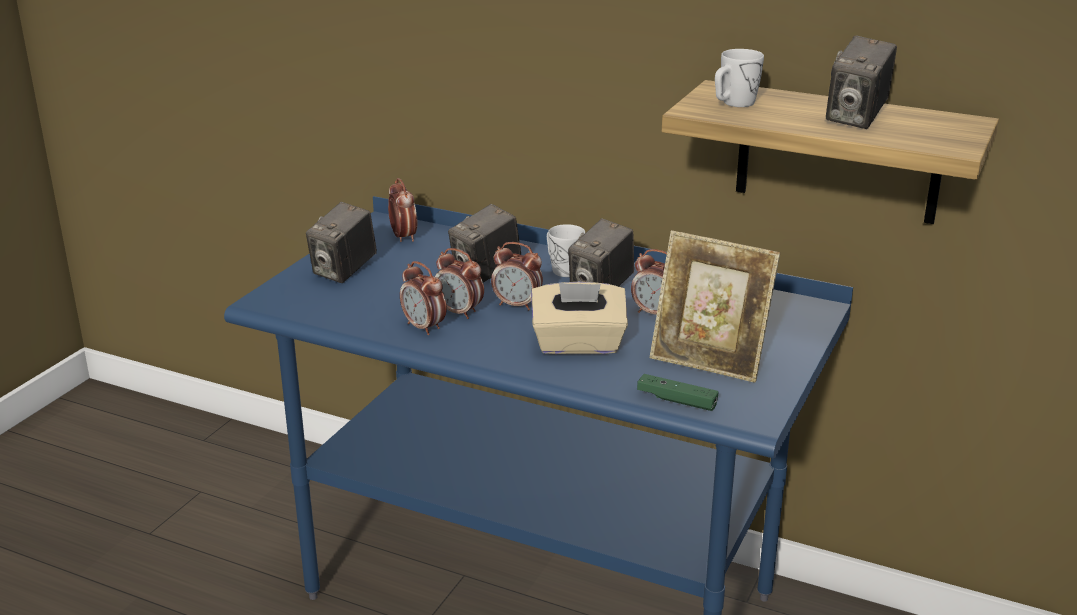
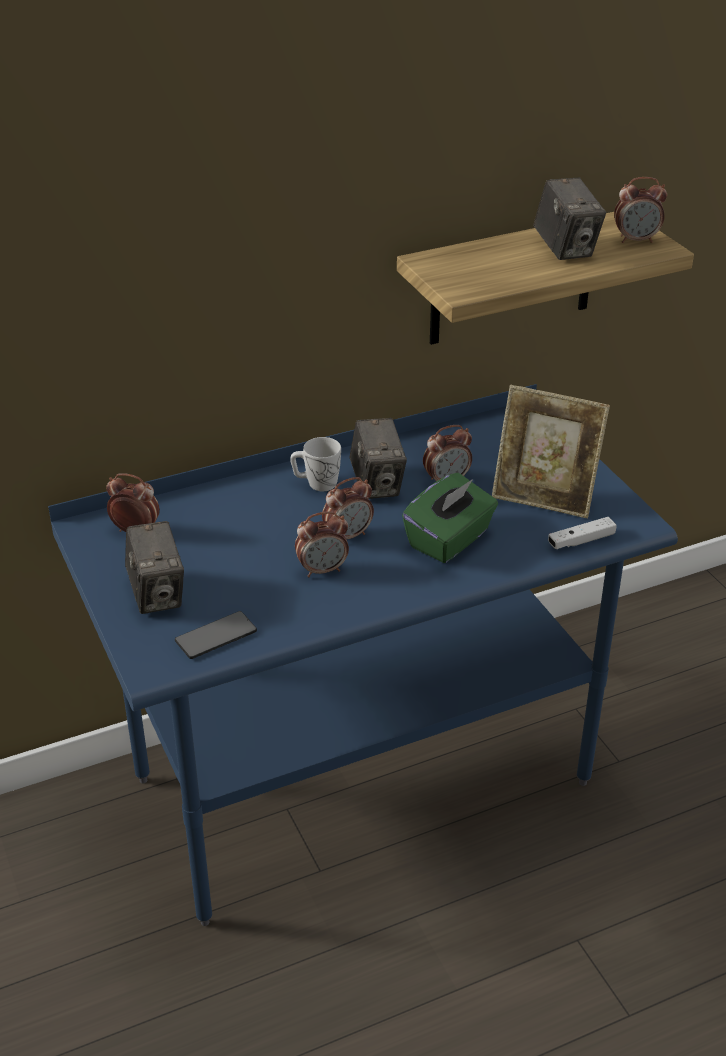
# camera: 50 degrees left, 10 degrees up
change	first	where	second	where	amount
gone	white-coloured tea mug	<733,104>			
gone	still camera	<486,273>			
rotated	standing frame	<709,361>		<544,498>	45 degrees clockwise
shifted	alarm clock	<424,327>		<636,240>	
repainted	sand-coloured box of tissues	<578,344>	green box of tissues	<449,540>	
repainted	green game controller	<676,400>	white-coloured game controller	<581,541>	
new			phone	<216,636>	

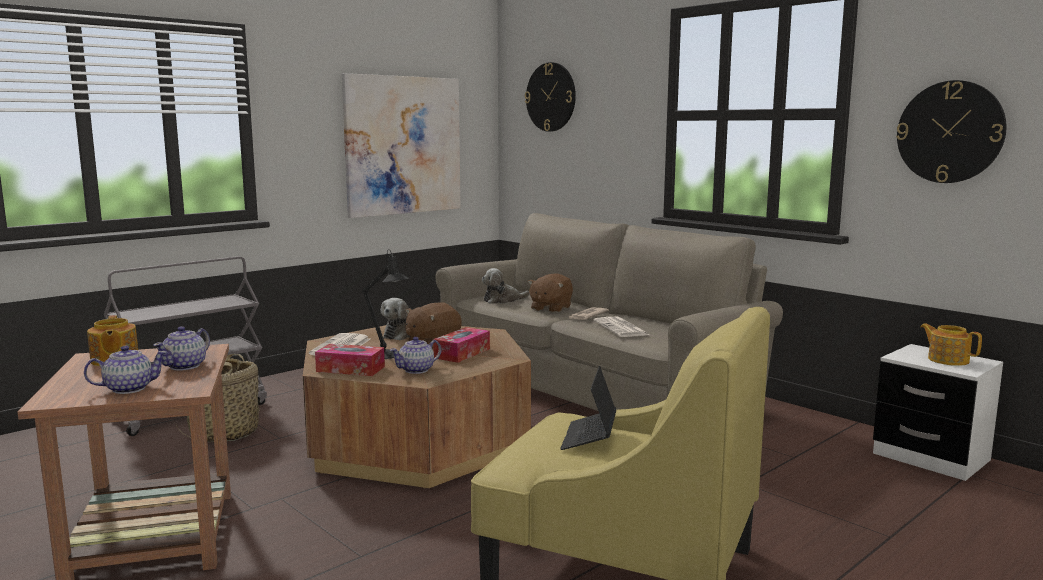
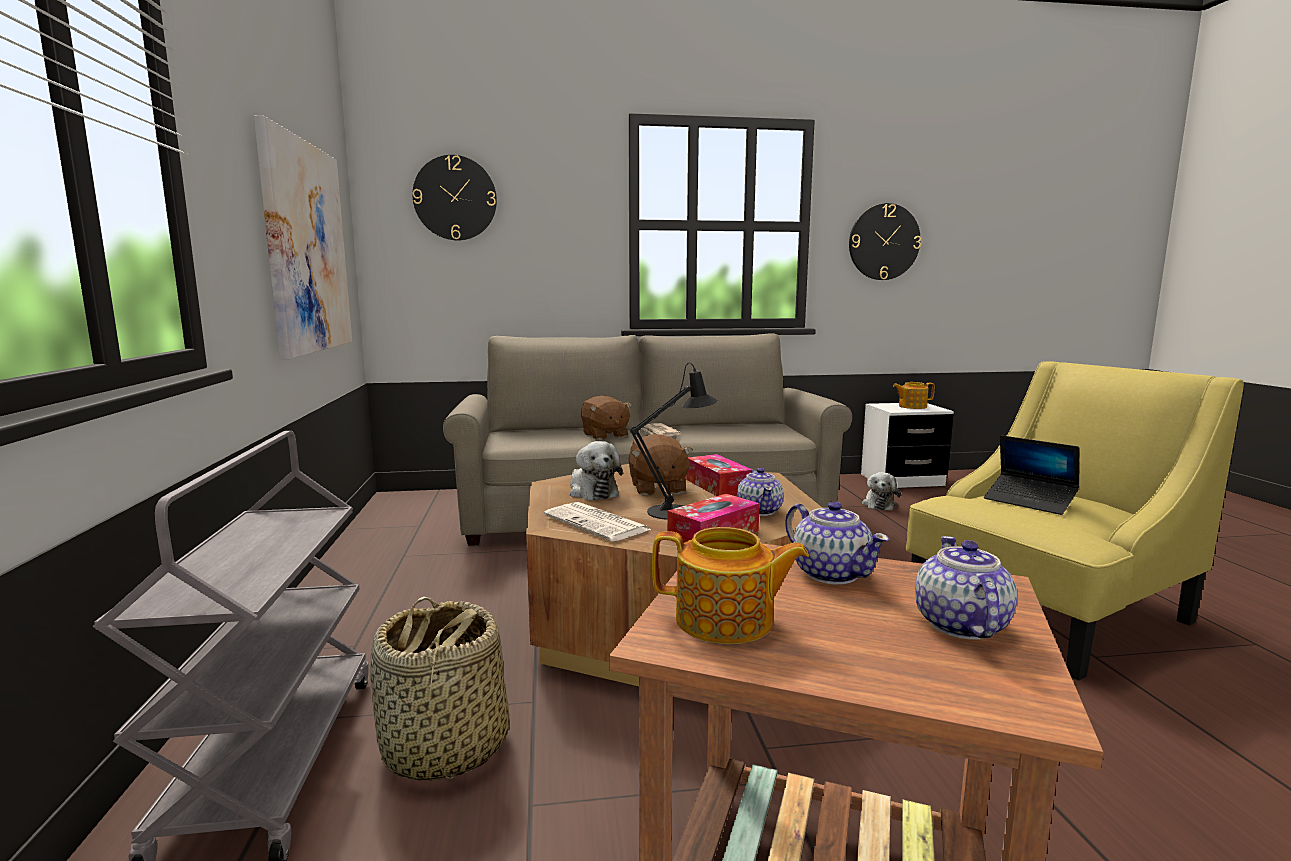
# camera: 55 degrees left, 0 degrees up
change	first	where	second	where	amount
shifted	soft toy	<502,300>		<879,504>	
gone	daily paper	<621,328>			

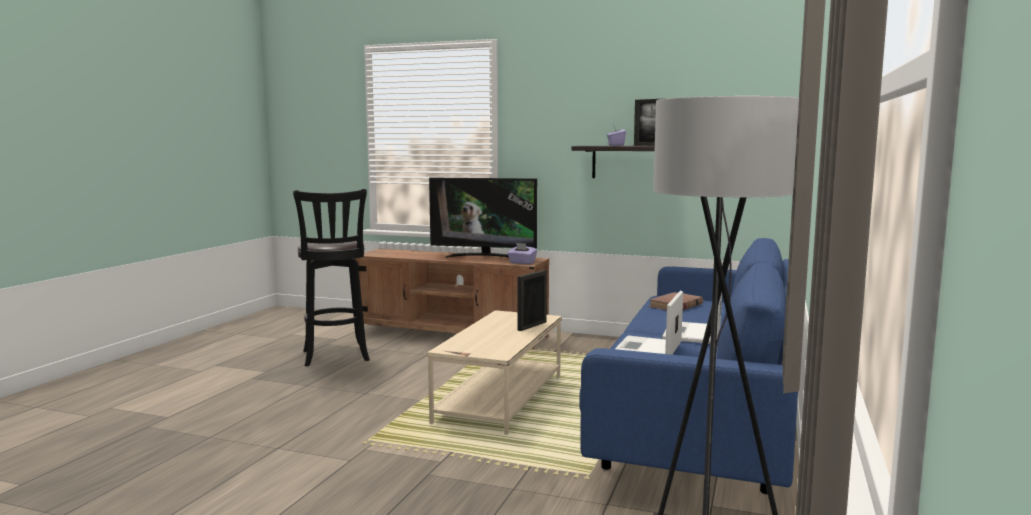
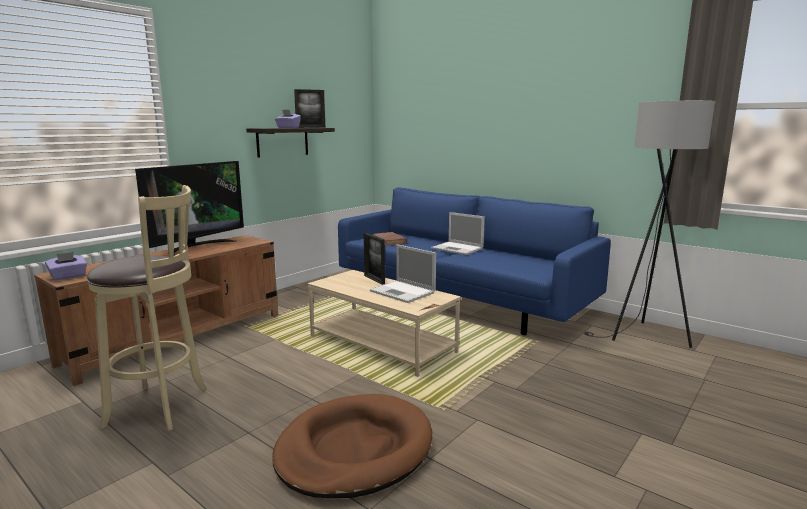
# camera: 70 degrees left, 5 degrees up
change	first	where	second	where	amount
repainted	blackish sitting stool	<336,357>	sand-coloured sitting stool	<162,407>	
shifted	purple-coloured box of tissues	<522,263>		<68,276>	
shifted	notebook computer	<647,350>		<403,292>	
new			brown-coloured dog bed	<354,449>	

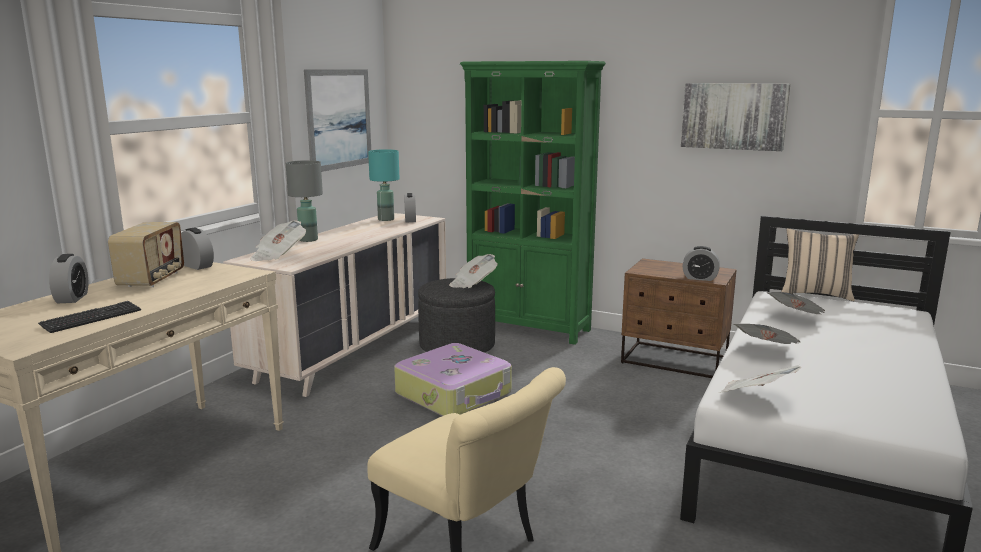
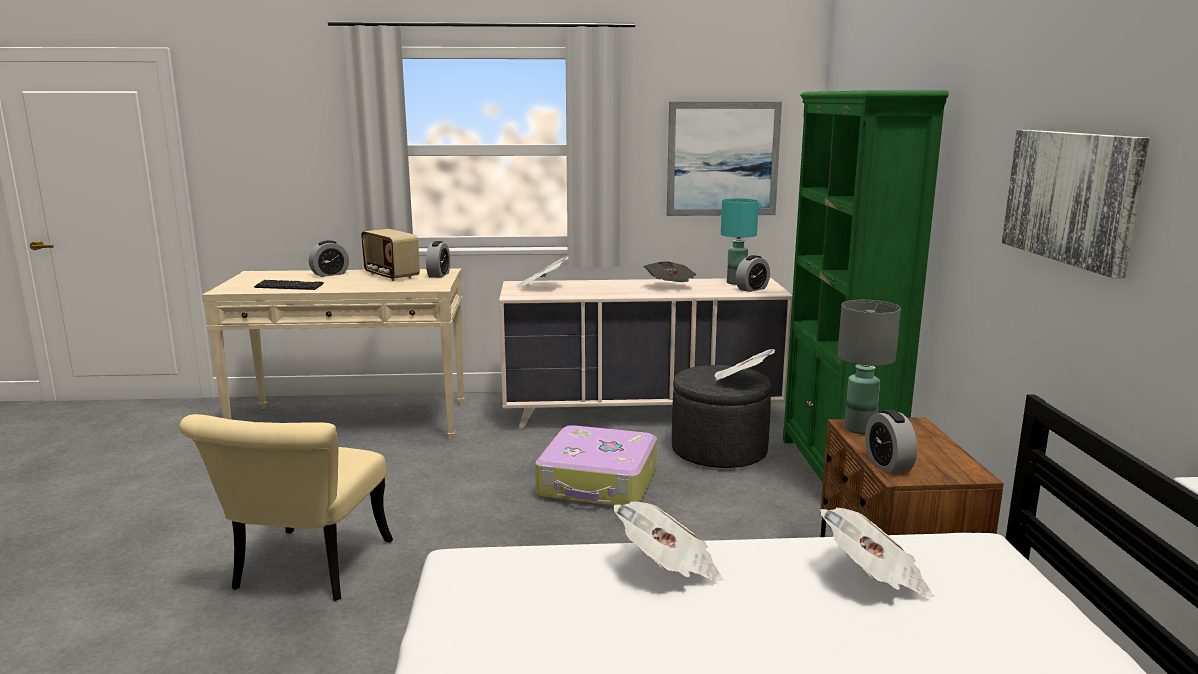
# camera: 60 degrees right, 0 degrees up
change	first	where	second	where	amount
shifted	grey lamp for a table	<308,240>		<860,429>	
rotated	radio set	<153,279>		<391,276>	75 degrees clockwise
gone	sand-coloured pillow	<815,294>			
shifted	daily paper	<755,398>		<670,287>	

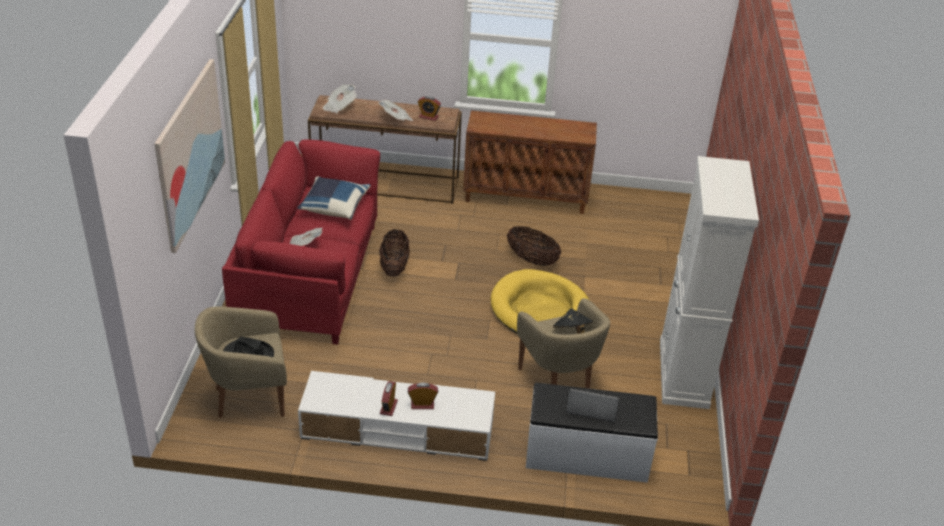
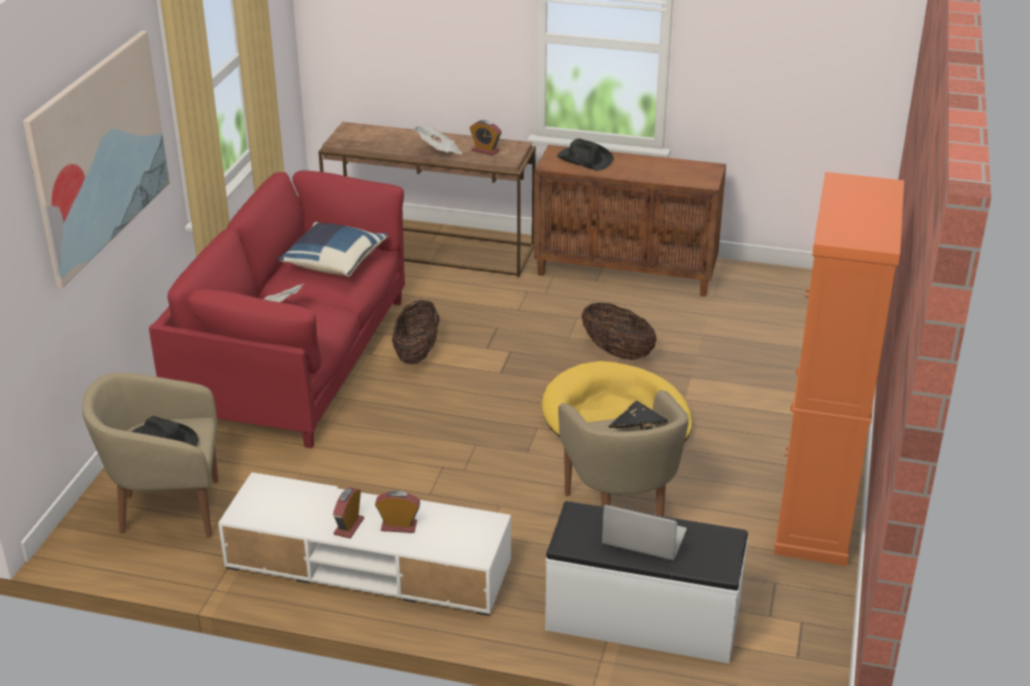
# camera: 10 degrees right, 5 degrees down
change	first	where	second	where	amount
gone	daily paper	<339,107>			
repainted	white-coloured storage cabinet	<683,374>	orange-coloured storage cabinet	<815,515>	
new			blackish wearable hat	<584,159>	

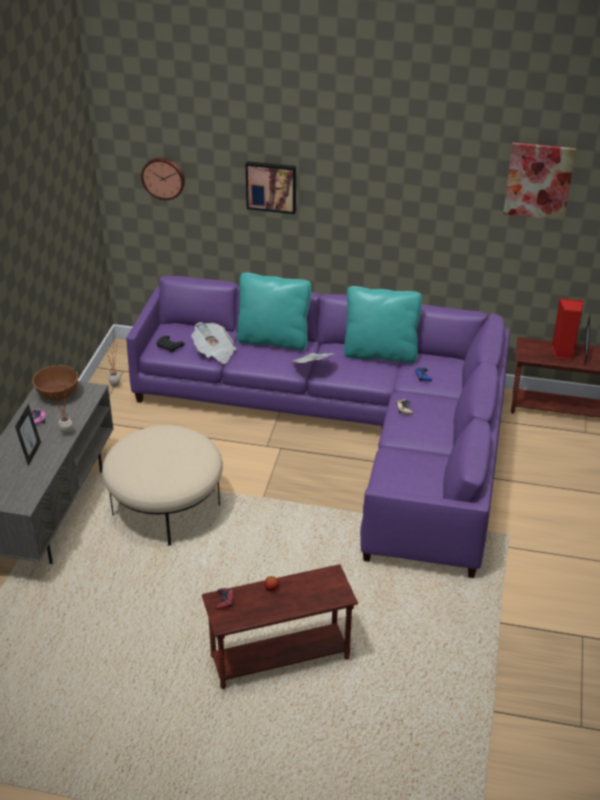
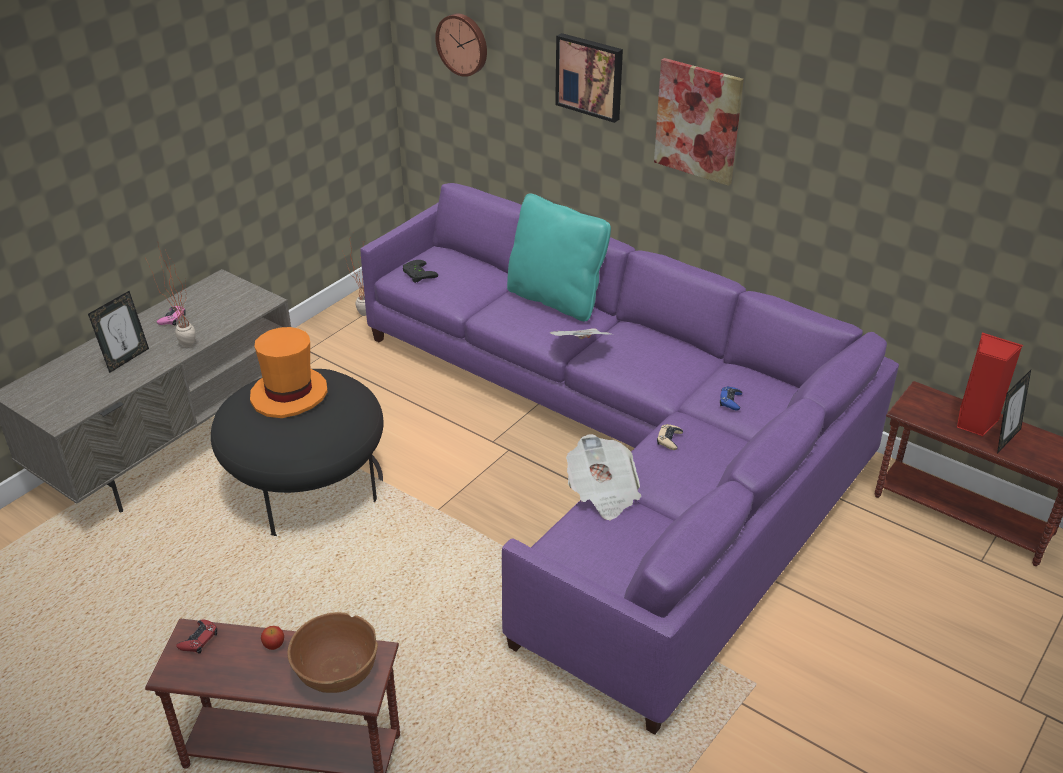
# camera: 25 degrees right, 0 degrees up
change	first	where	second	where	amount
shifted	picture	<538,181>		<698,121>	
gone	turquoise pillow	<380,353>			
shifted	daily paper	<214,352>		<603,493>	
shifted	brown-coloured bowl	<57,394>		<337,672>	
repainted	sand-coloured ottoman	<166,508>	blackish ottoman	<307,485>	
new			orange-coloured wearable hat	<289,394>	

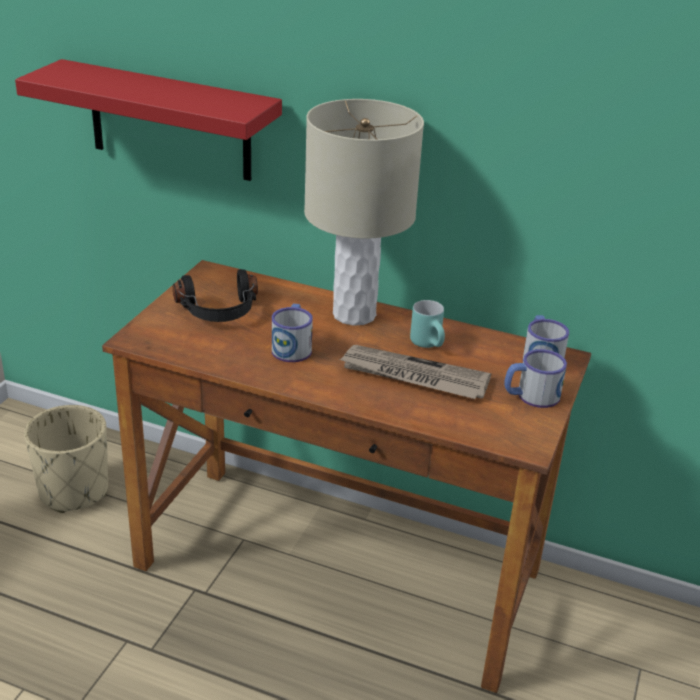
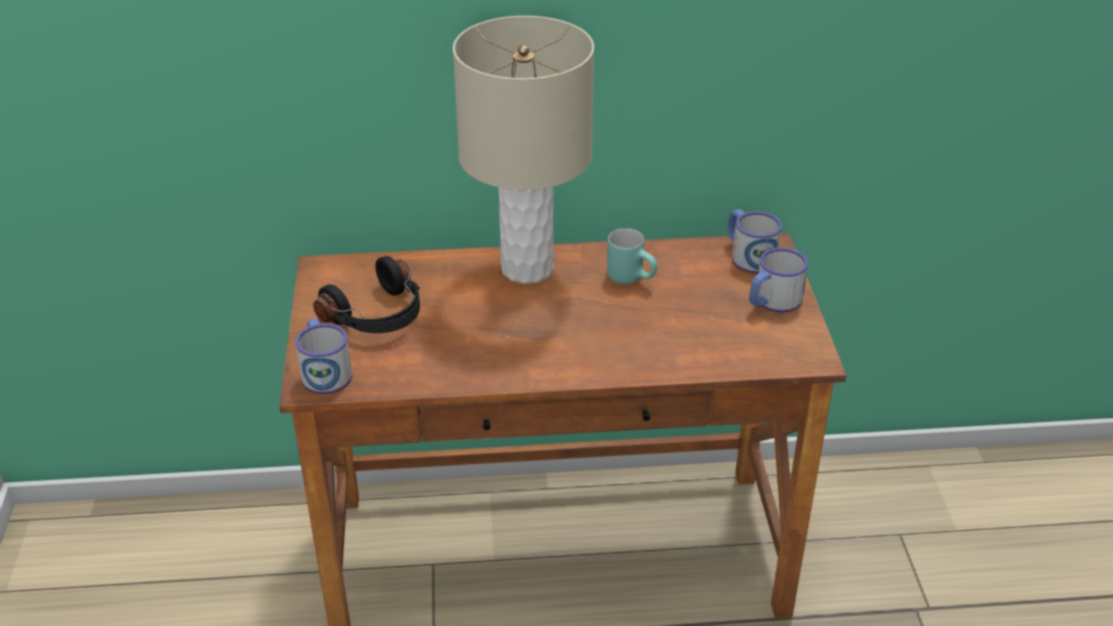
# camera: 25 degrees left, 5 degrees up
change	first	where	second	where	amount
gone	red-coloured bracket shelf	<170,121>			
shifted	tea mug	<292,346>		<324,371>	
gone	daily paper	<413,376>			
gone	sand-coloured planter	<74,491>			

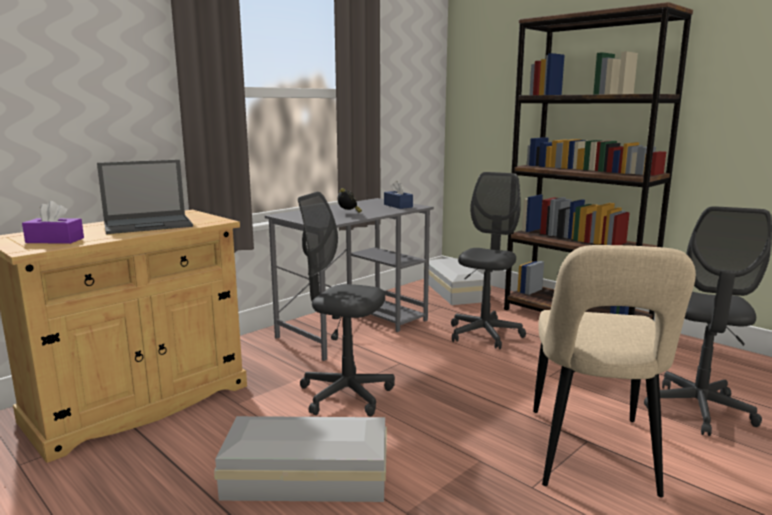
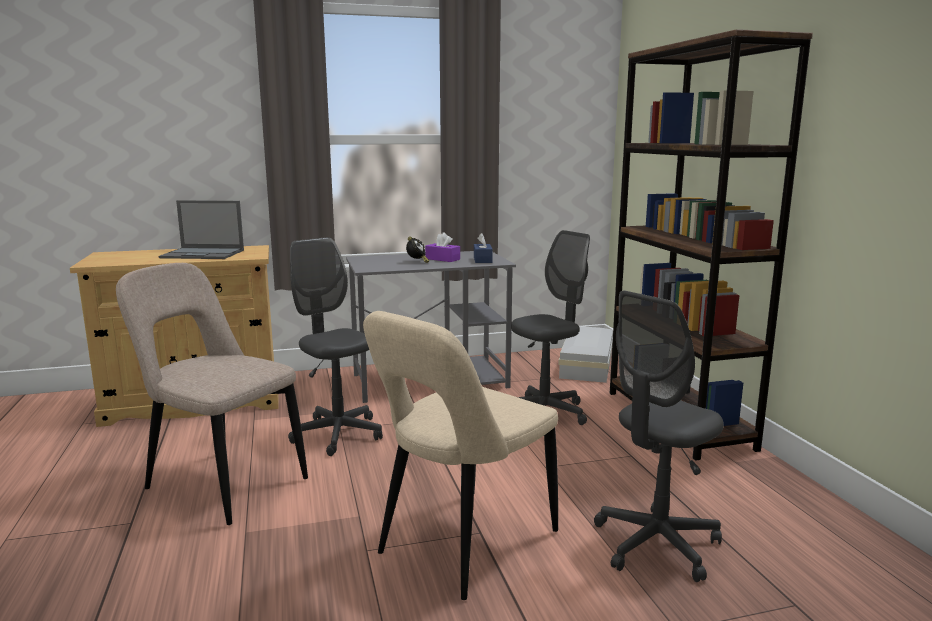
# camera: 30 degrees right, 0 degrees up
change	first	where	second	where	amount
shifted	purple-coloured box of tissues	<55,240>		<442,259>	
swapped	white-coloured storage bin	<304,475>	sand-coloured plain chair	<221,483>	

